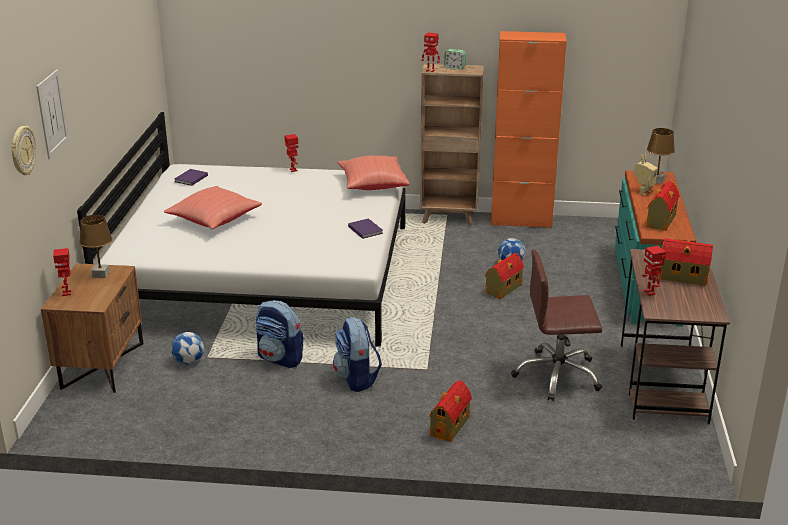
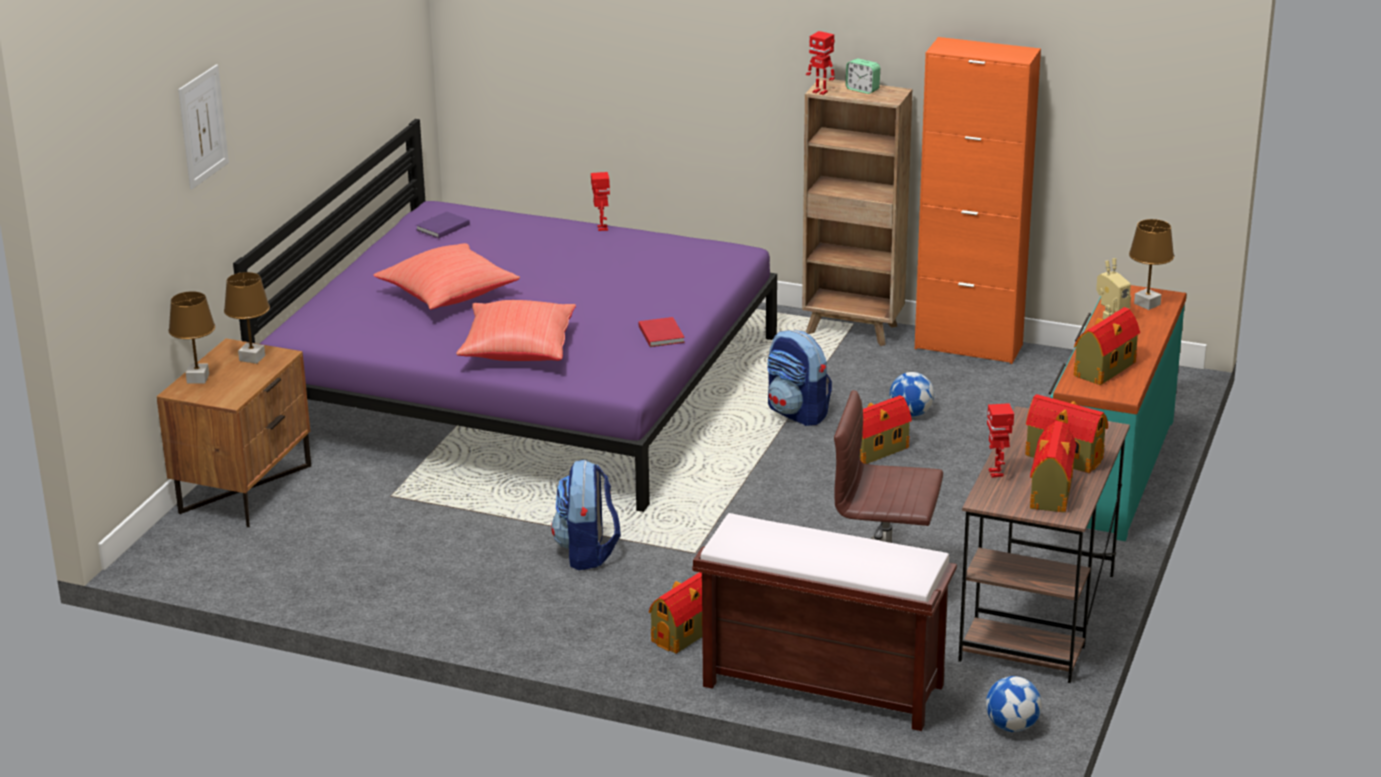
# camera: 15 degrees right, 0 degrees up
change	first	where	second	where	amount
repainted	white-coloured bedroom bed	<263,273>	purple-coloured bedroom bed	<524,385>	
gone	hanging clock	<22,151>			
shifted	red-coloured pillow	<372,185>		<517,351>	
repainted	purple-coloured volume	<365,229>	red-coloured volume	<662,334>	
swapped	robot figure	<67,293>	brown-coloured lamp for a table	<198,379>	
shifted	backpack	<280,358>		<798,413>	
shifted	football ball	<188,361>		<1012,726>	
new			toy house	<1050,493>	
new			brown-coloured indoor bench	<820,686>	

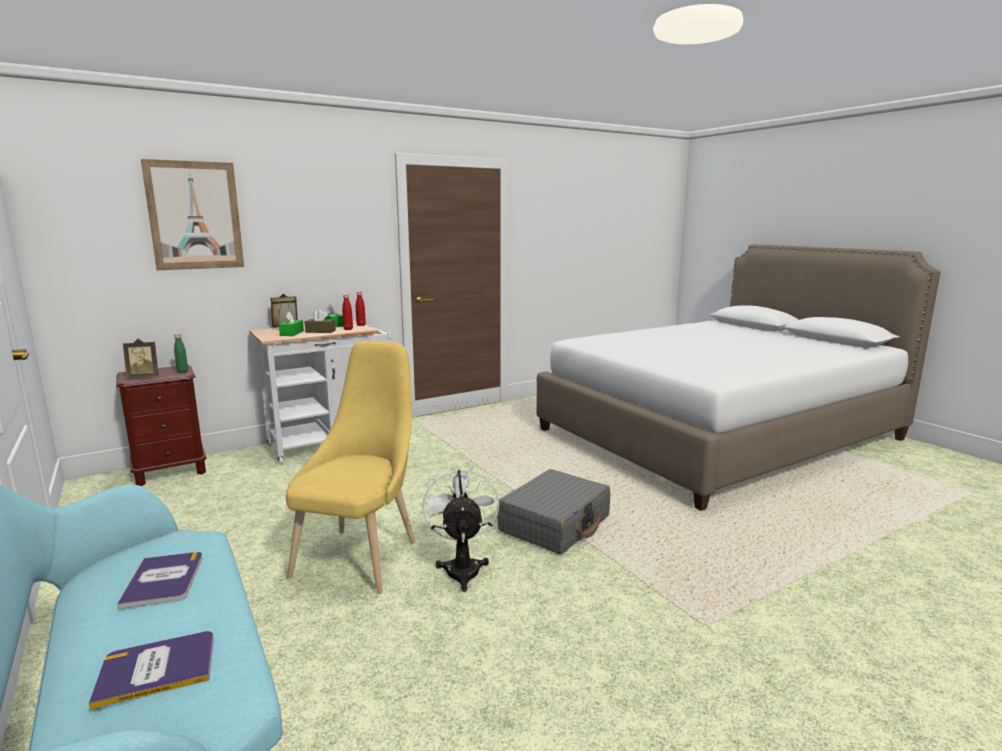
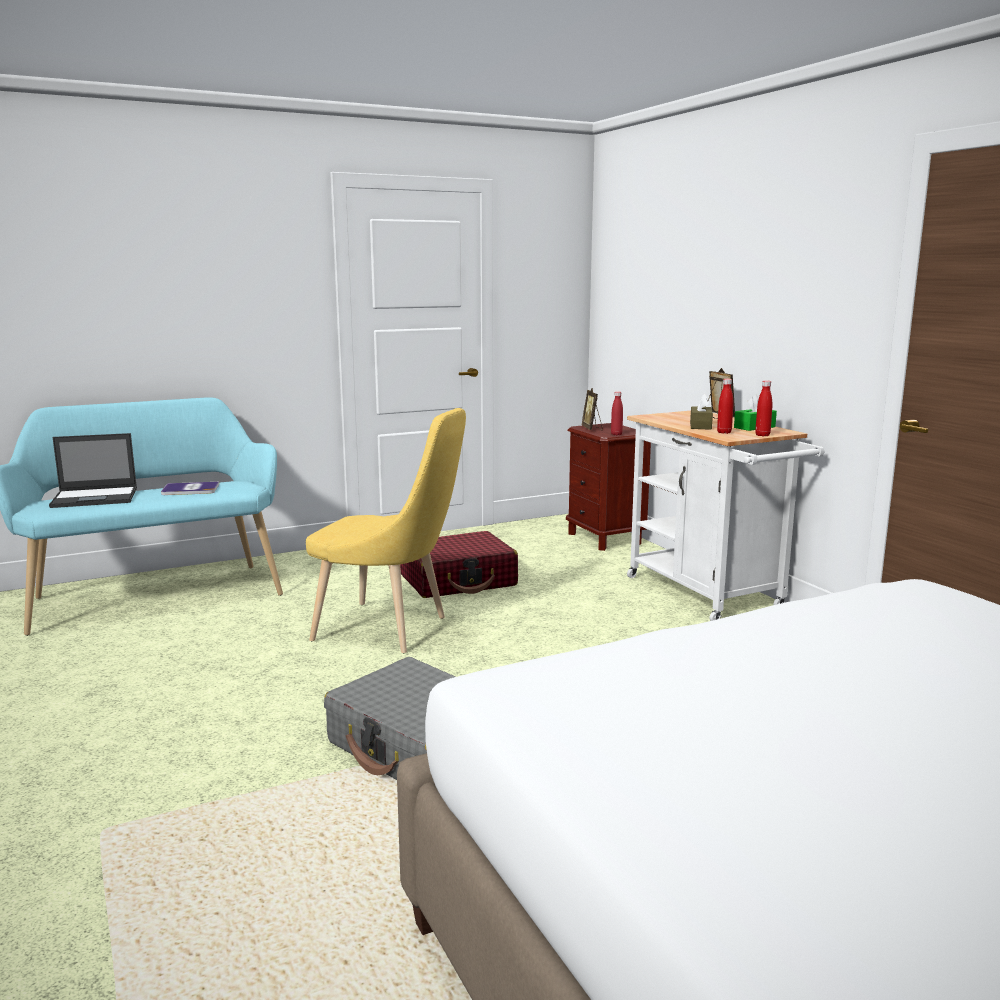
# camera: 95 degrees right, 0 degrees up
change	first	where	second	where	amount
gone	picture	<195,216>			
gone	green box of tissues	<292,333>			
repainted	green bottle	<182,372>	red-coloured bottle	<616,434>	
gone	white-coloured cooling fan	<462,567>			
swapped	volume	<157,669>	notebook computer	<96,497>	
new			red-coloured piece of luggage	<458,580>	

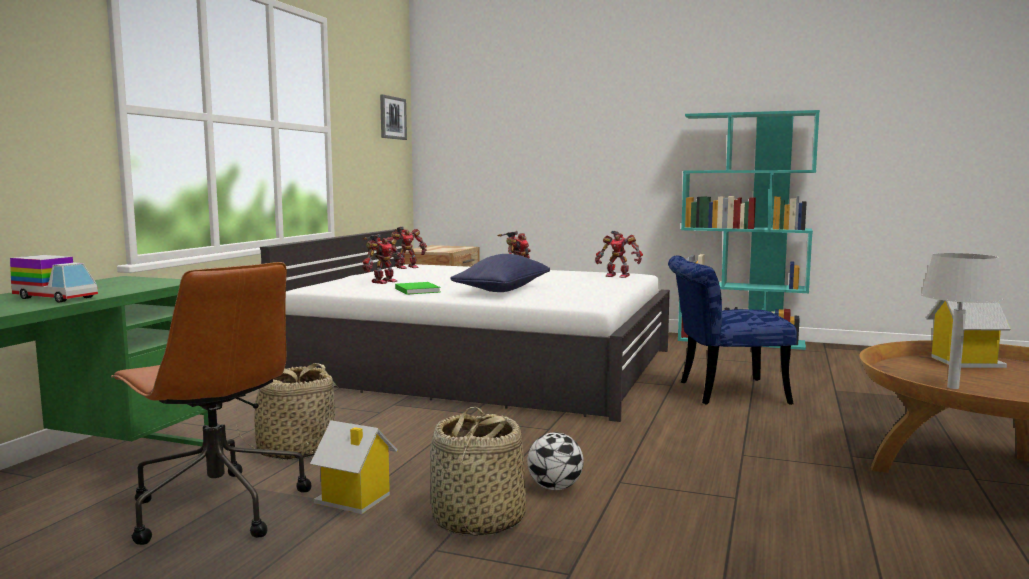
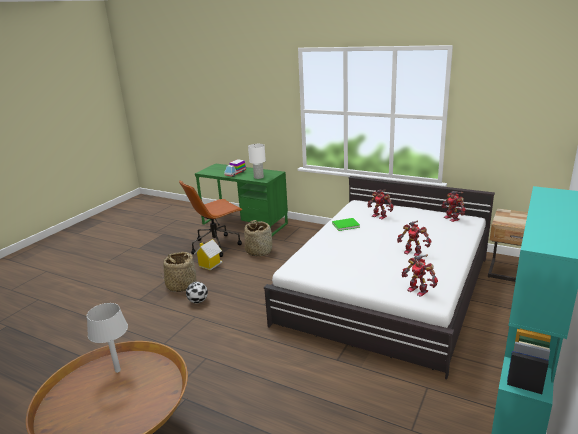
# camera: 100 degrees right, 15 degrees up
change	first	where	second	where	amount
gone	picture	<392,118>			
rotated	robot figure	<618,276>		<418,290>	75 degrees counterclockwise
gone	bluish pillow	<502,290>			
gone	bluish plain chair	<722,392>			
gone	toy house	<964,362>			
new			white-coloured lamp for a table	<259,177>	

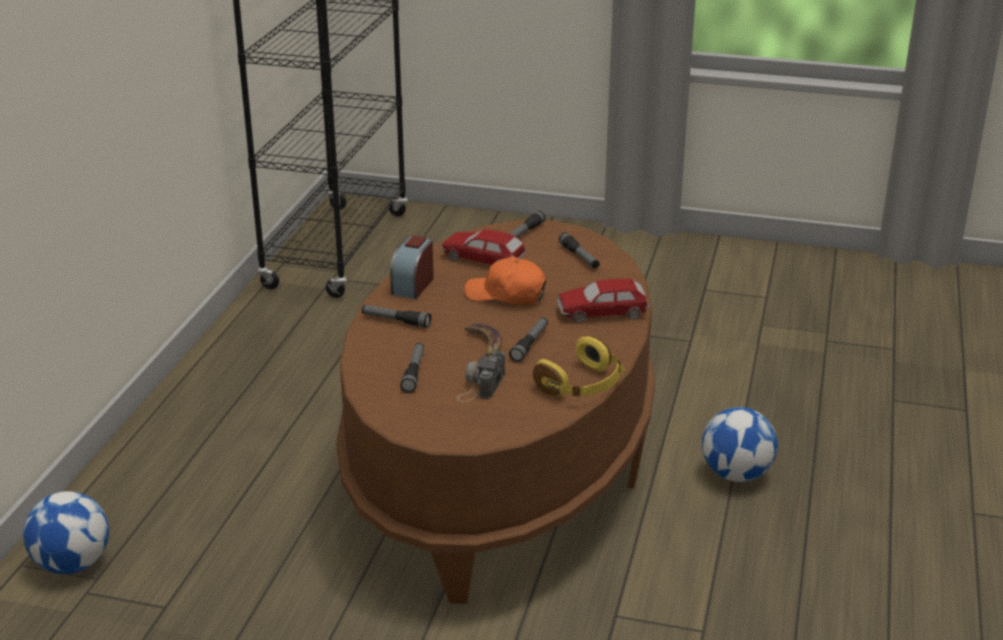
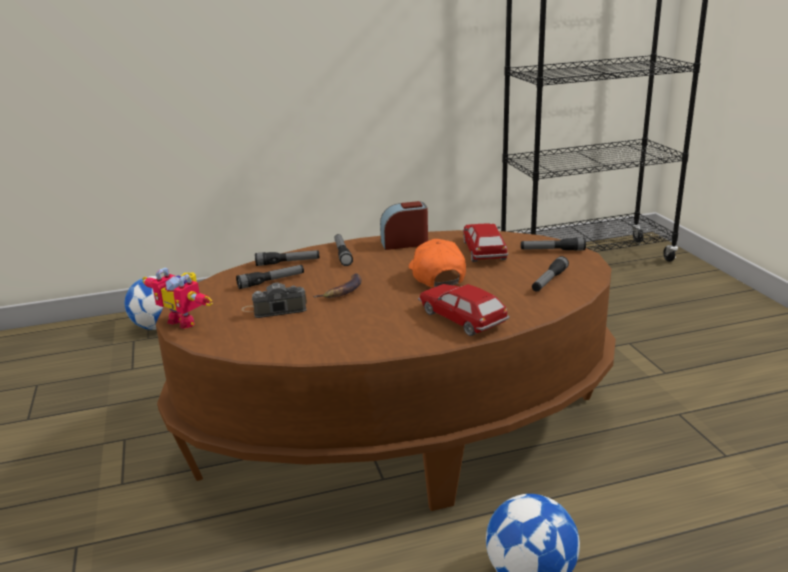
# camera: 60 degrees right, 5 degrees down
change	first	where	second	where	amount
shifted	torch	<530,344>		<288,263>	
gone	yellowish pair of headphones	<582,385>			
new			robot figure	<186,320>	

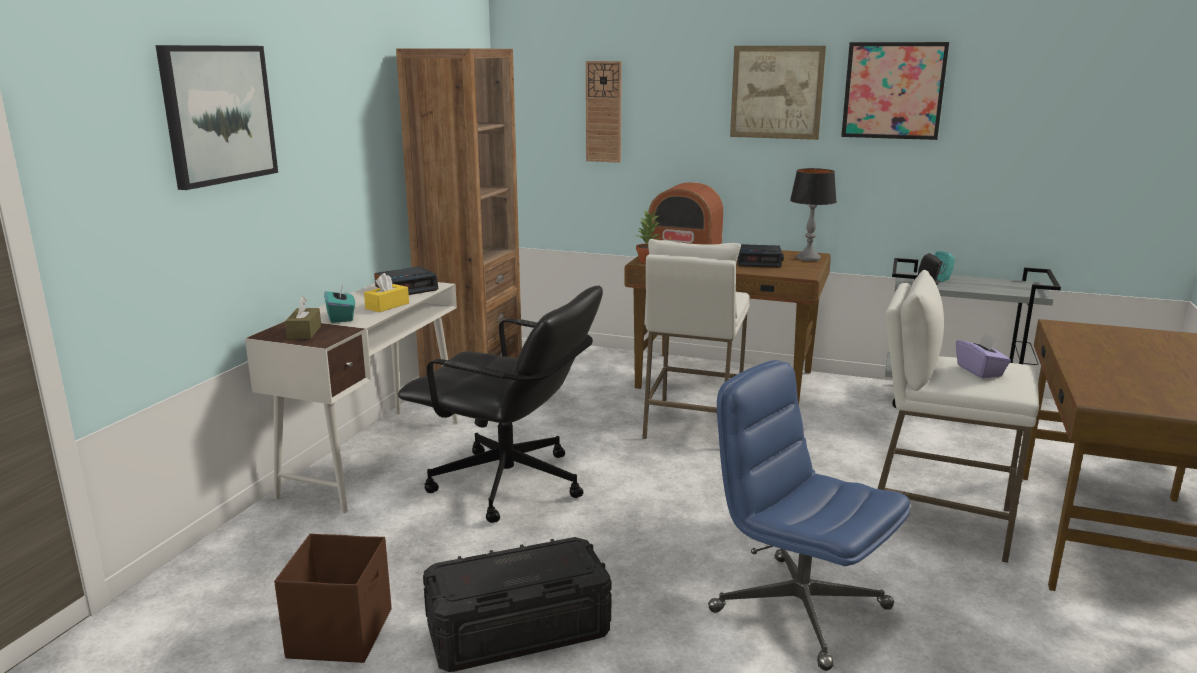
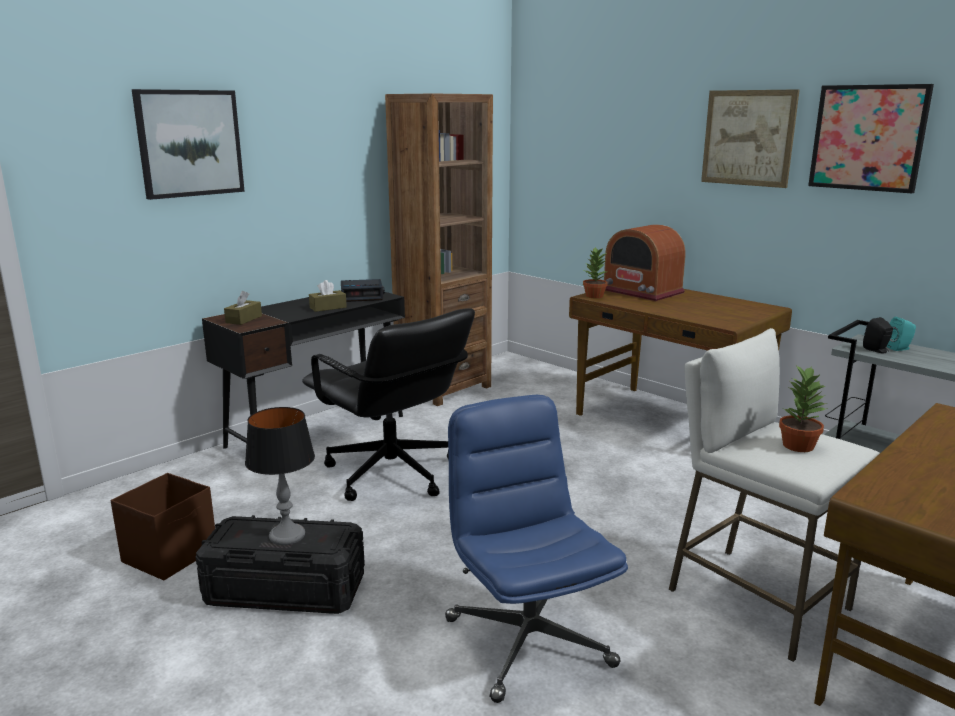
# camera: 25 degrees right, 0 degrees up
change	first	where	second	where	amount
gone	hanging clock	<604,112>			
shifted	lamp for a table	<808,258>		<287,536>	
gone	white-coloured sitting stool	<692,423>			
gone	alarm clock	<759,262>			
repainted	yellowish box of tissues	<387,306>	brown-coloured box of tissues	<328,307>	
repainted	white-coloured desk	<375,456>	blackish desk	<318,430>	
gone	turquoise box of tissues	<341,317>			
swapped	purple-coloured box of tissues	<980,371>	potted plant	<797,445>	

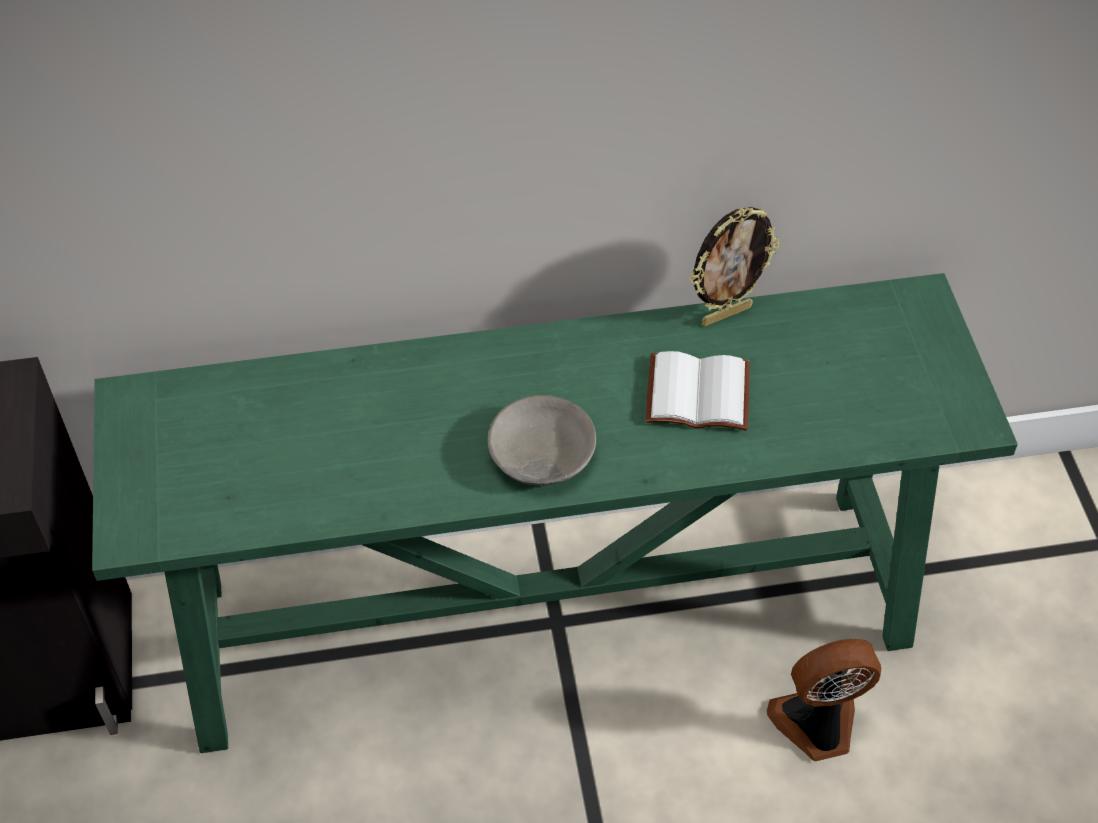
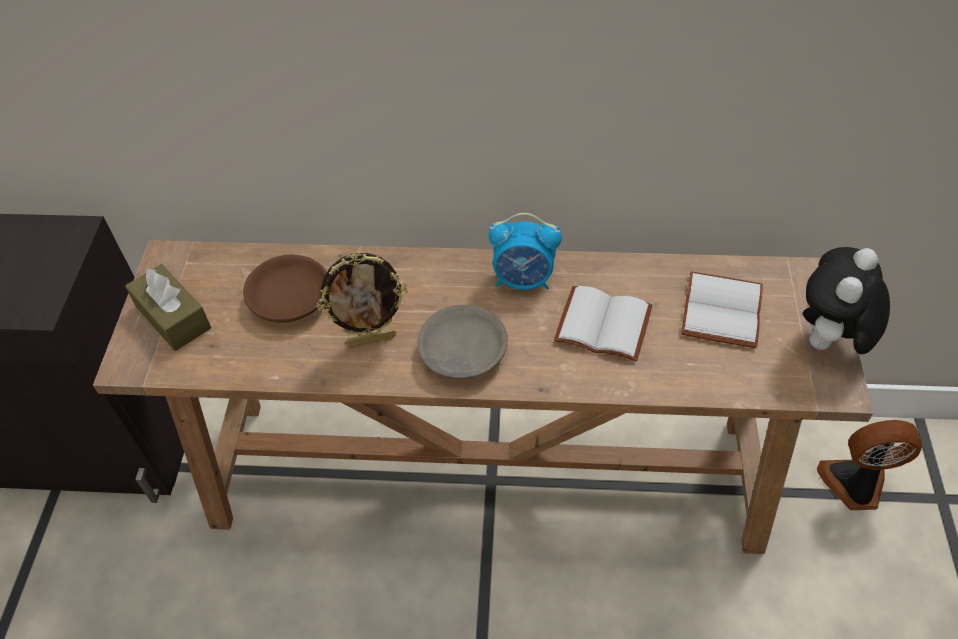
# camera: 15 degrees right, 0 degrees up
change	first	where	second	where	amount
shifted	standing frame	<725,314>		<371,339>	
repainted	green narrow table	<553,616>	brown-coloured narrow table	<489,475>	
shifted	cooling fan	<817,725>		<854,485>	
new			alarm clock	<523,280>	
new			soft toy	<828,342>	
new			brown-coloured bowl	<291,299>	
new			brown-coloured box of tissues	<173,317>	
new			white-coloured volume	<724,312>	

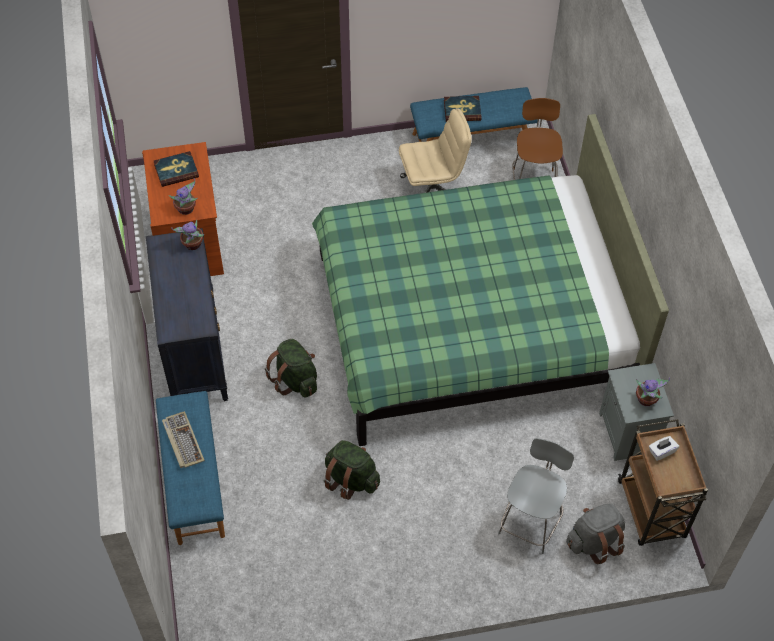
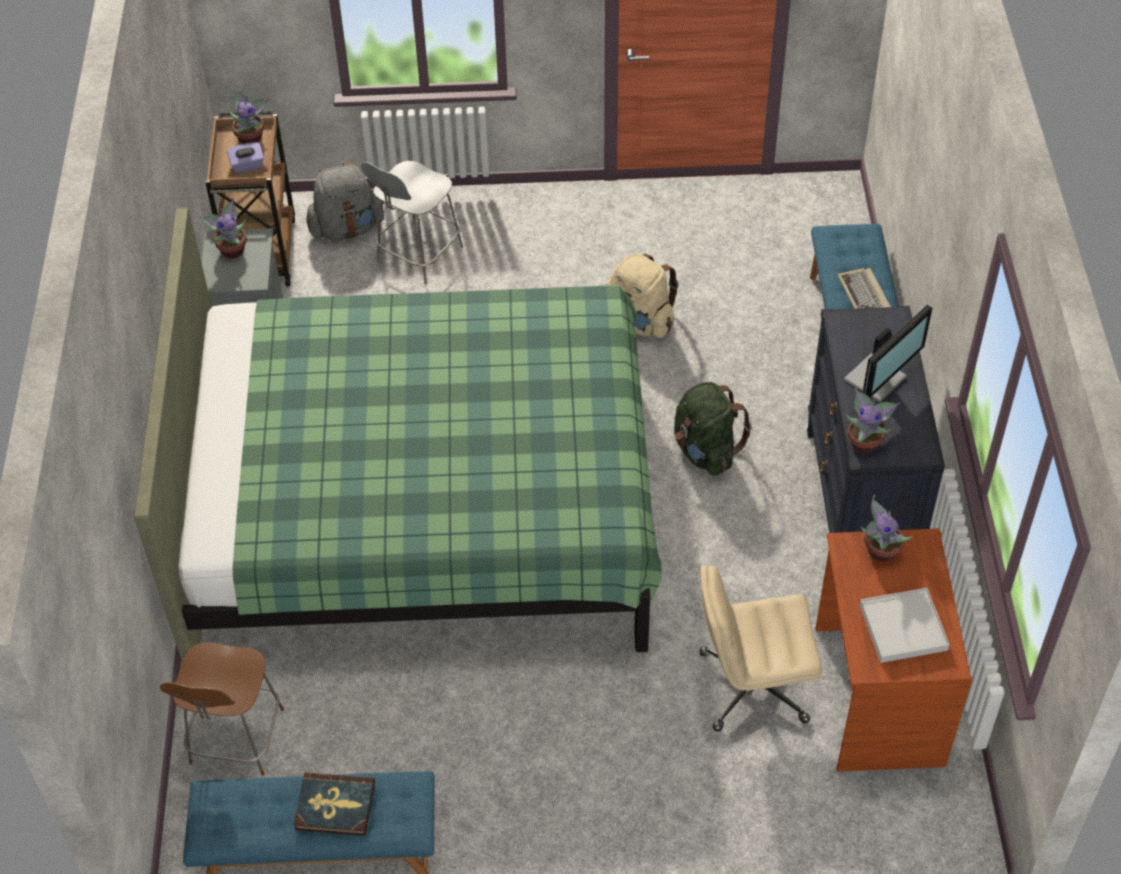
# camera: 170 degrees left, 5 degrees down
change	first	where	second	where	amount
shifted	sand-coloured computer chair	<432,190>		<751,687>	
swapped	volume	<176,170>	white-coloured serving tray	<903,628>	
repainted	white-coloured box of tissues	<661,451>	purple-coloured box of tissues	<247,165>	
repainted	green backpack	<351,479>	sand-coloured backpack	<640,321>	
new			potted plant	<251,138>	
new			computer display	<878,379>	

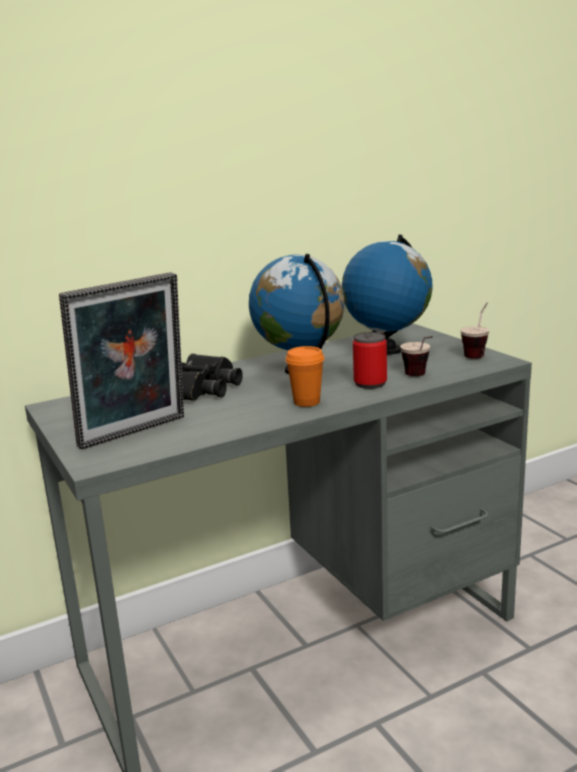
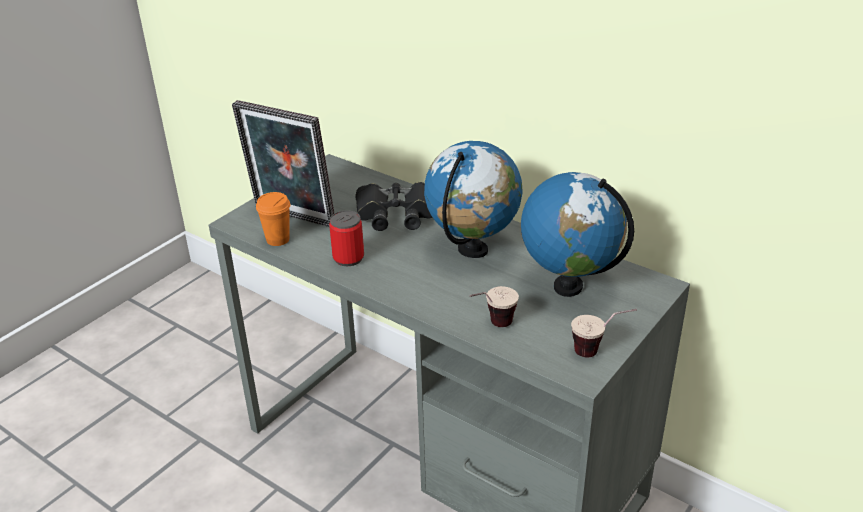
# camera: 65 degrees right, 15 degrees up
change	first	where	second	where	amount
shifted	metal can	<370,383>		<348,258>	
shifted	orange-coloured cup	<306,402>		<278,239>	

